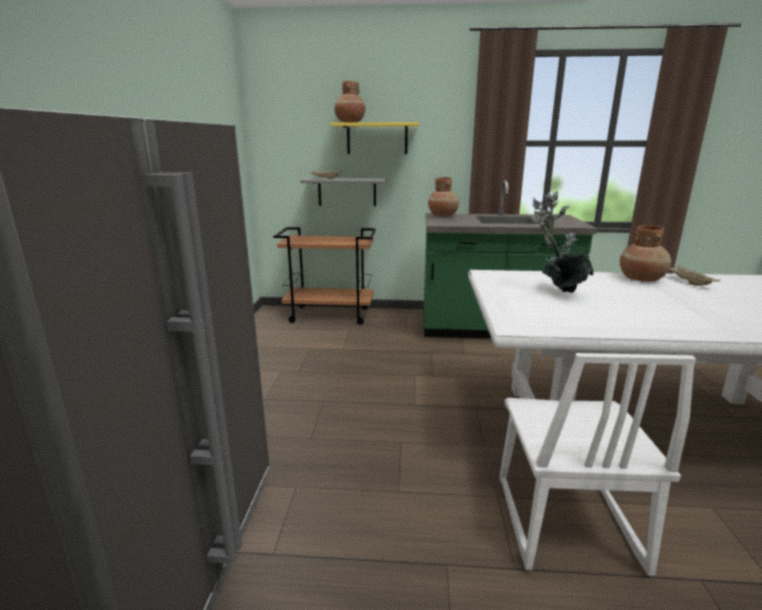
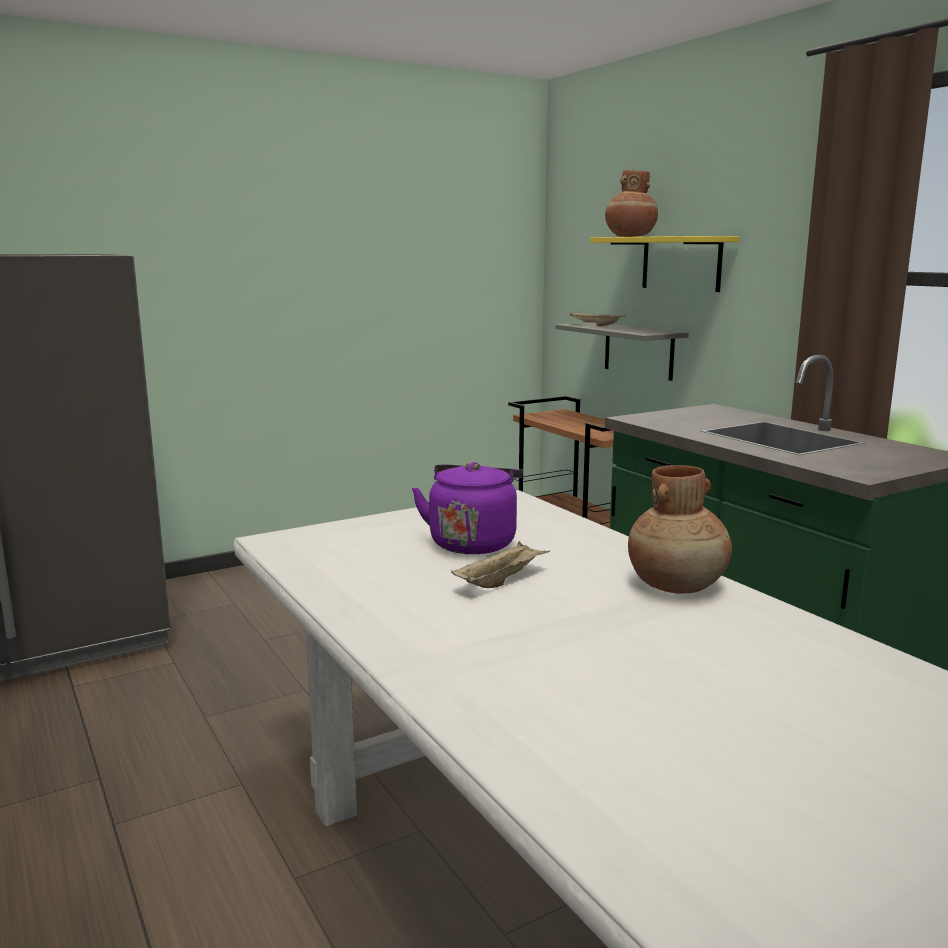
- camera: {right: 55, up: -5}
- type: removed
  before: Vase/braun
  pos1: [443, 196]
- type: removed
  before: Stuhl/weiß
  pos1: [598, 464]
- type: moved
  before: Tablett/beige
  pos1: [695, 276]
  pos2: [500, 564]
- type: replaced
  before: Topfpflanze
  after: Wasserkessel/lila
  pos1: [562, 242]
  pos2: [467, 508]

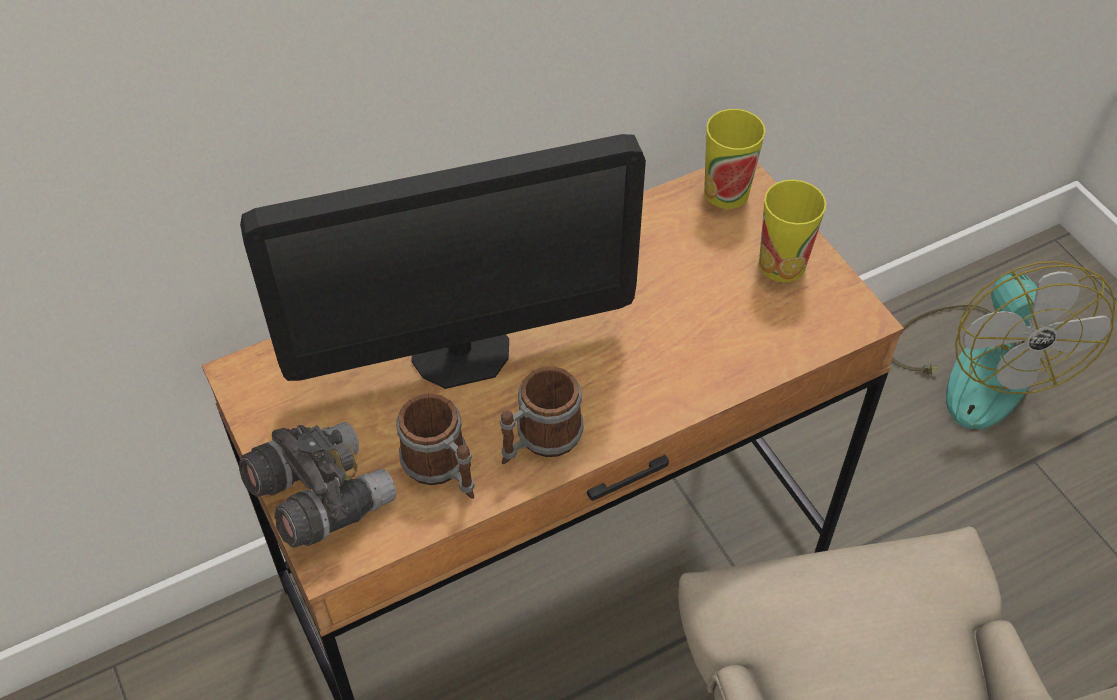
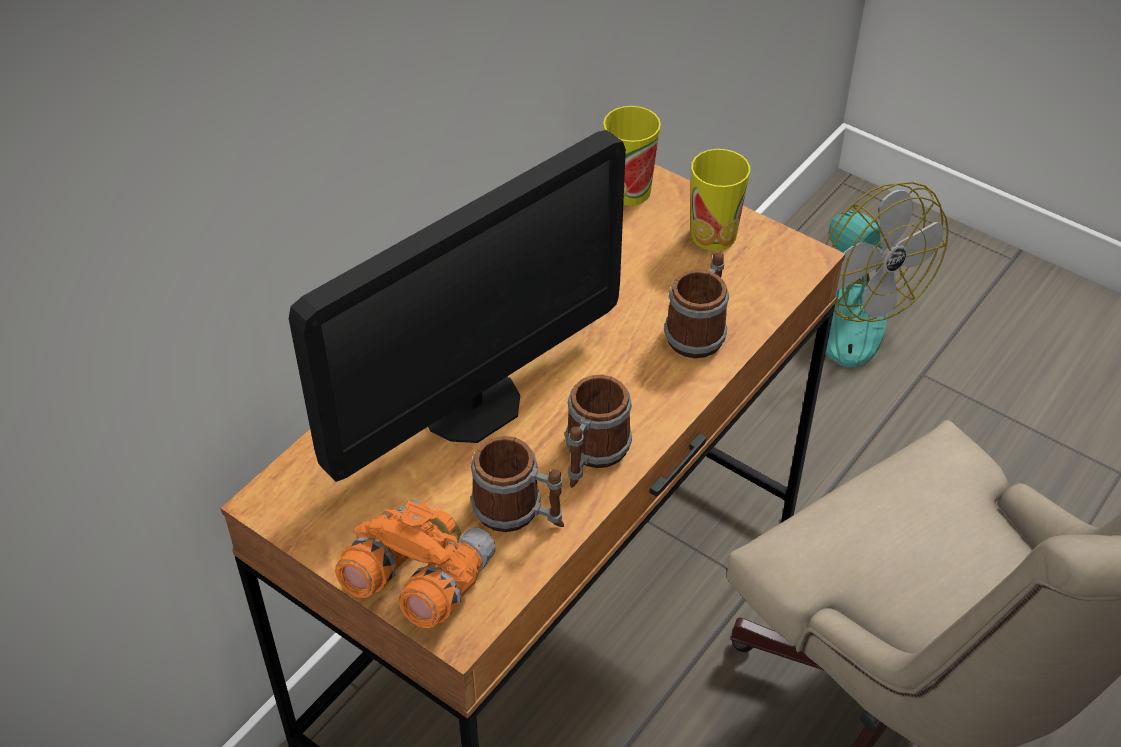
- camera: {right: -25, up: -5}
- type: added
  after: Henkelbecher
  pos2: [696, 305]
- type: recoloured
  before: Fernglas/grau
  after: Fernglas/orange
  pos1: [317, 485]
  pos2: [415, 564]

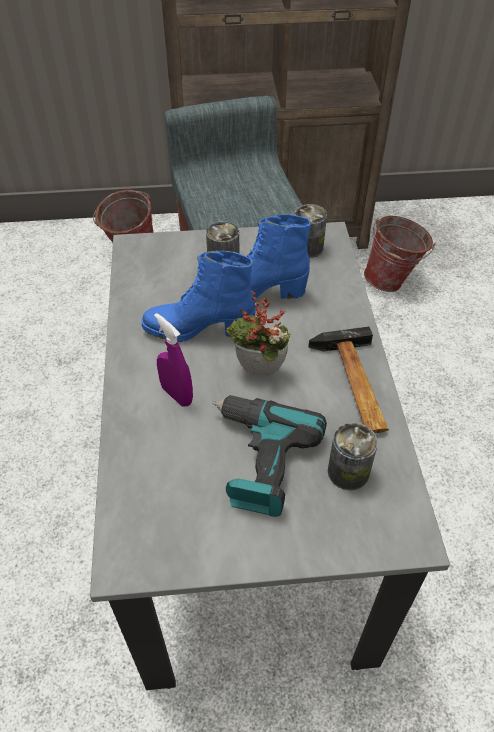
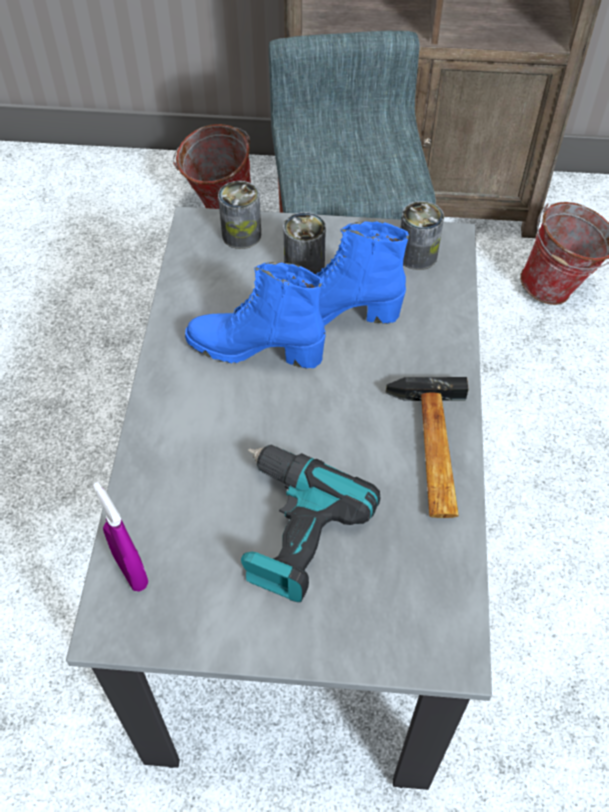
- camera: {right: 10, up: 5}
- type: removed
  before: Topfpflanze
  pos1: [258, 332]
- type: moved
  before: Sprühflasche/lila
  pos1: [173, 360]
  pos2: [120, 537]
- type: moved
  before: Dose
  pos1: [353, 456]
  pos2: [239, 215]

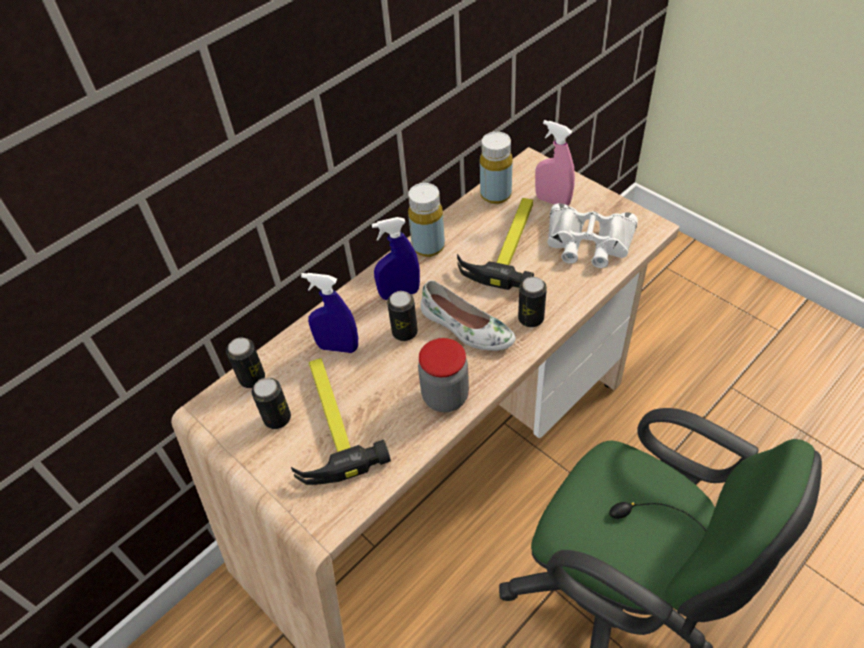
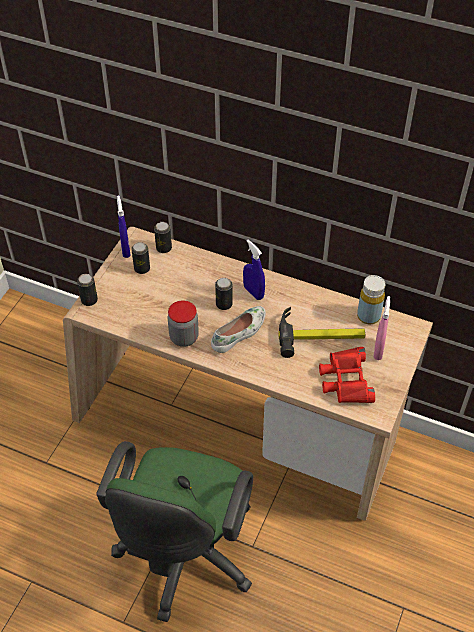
- camera: {right: 65, up: 0}
- type: removed
  before: Hammer
  pos1: [341, 421]
- type: removed
  before: Flasche/gelb
  pos1: [426, 220]
- type: moved
  before: Sprühflasche/blau
  pos1: [329, 313]
  pos2: [124, 226]
- type: moved
  before: Dose
  pos1: [532, 302]
  pos2: [87, 290]
- type: recoloured
  before: Fernglas/weiß
  after: Fernglas/rot
  pos1: [592, 235]
  pos2: [347, 375]
- type: turned
  before: Schuh/weiß
  pos1: [468, 315]
  pos2: [238, 329]
  turn: -150

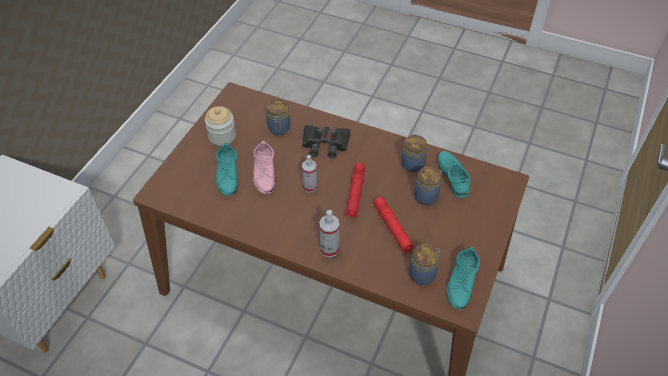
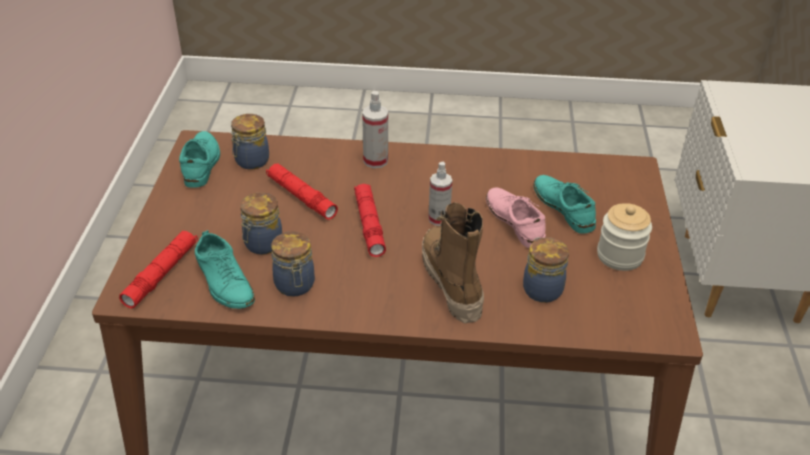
- camera: {right: 160, up: -10}
- type: added
  after: Taschenlampe/rot
  pos2: [158, 270]
- type: replaced
  before: Fernglas/schwarz
  after: Stiefel
  pos1: [326, 141]
  pos2: [453, 262]

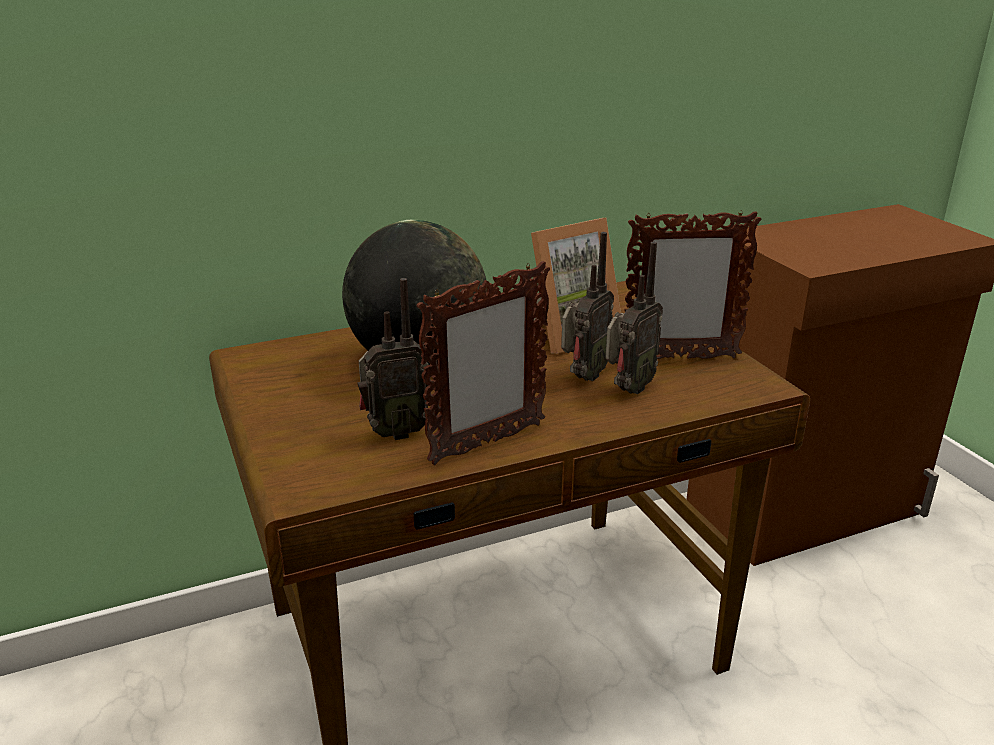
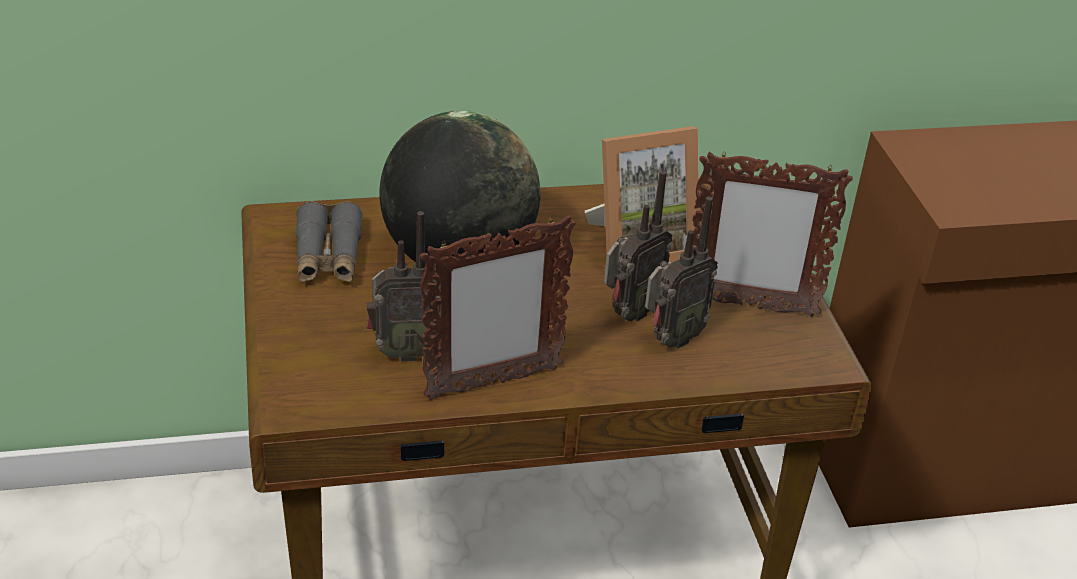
- camera: {right: 10, up: 10}
- type: added
  after: Fernglas/grau
  pos2: [329, 241]

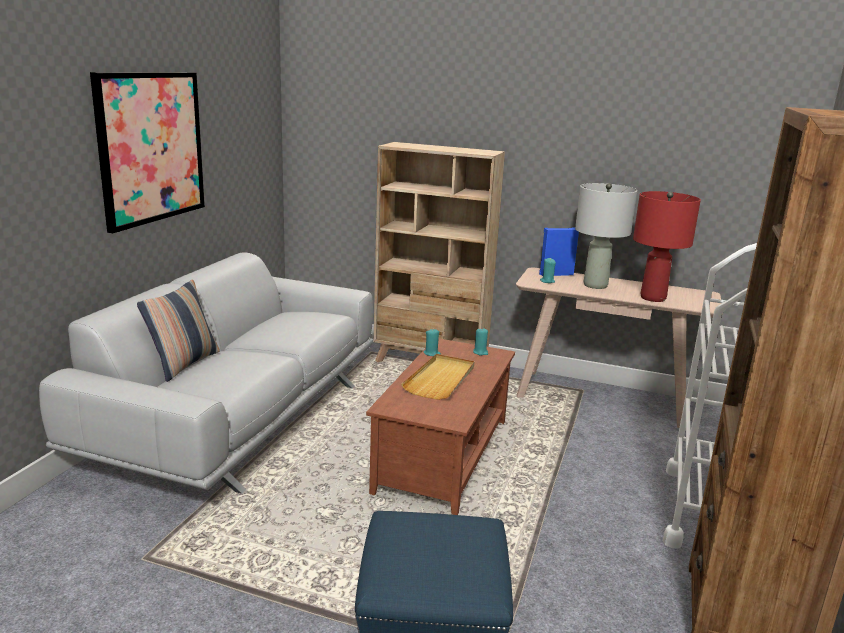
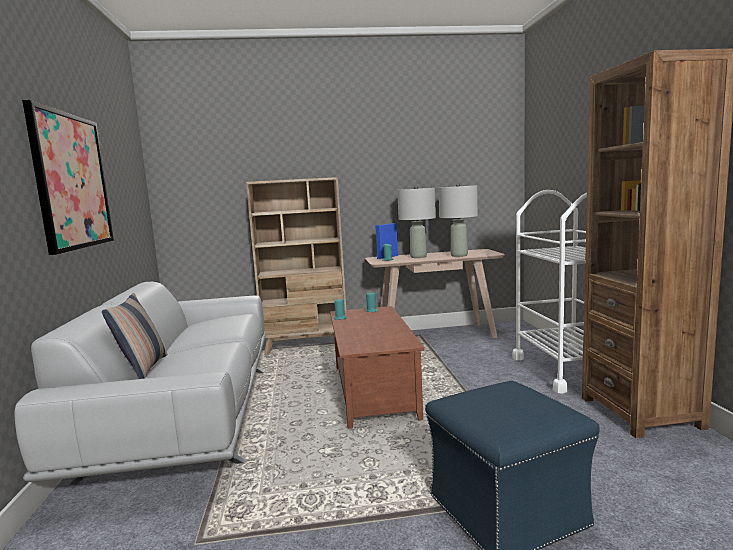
- camera: {right: -25, up: -10}
- type: removed
  before: Tablett/beige
  pos1: [438, 377]
- type: recoloured
  before: Tischlampe/rot
  after: Tischlampe/grau
  pos1: [667, 246]
  pos2: [458, 220]

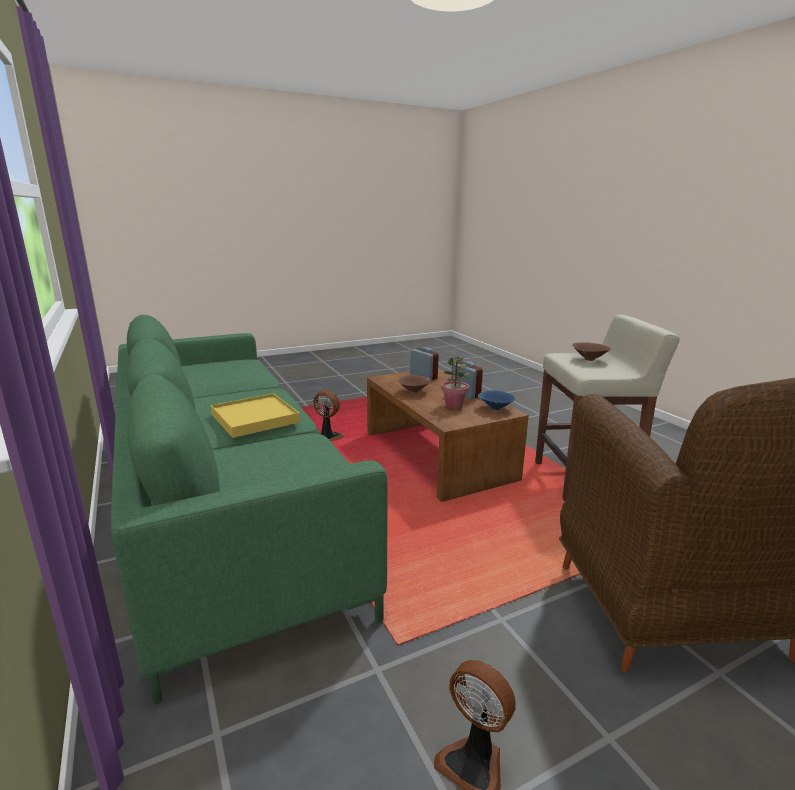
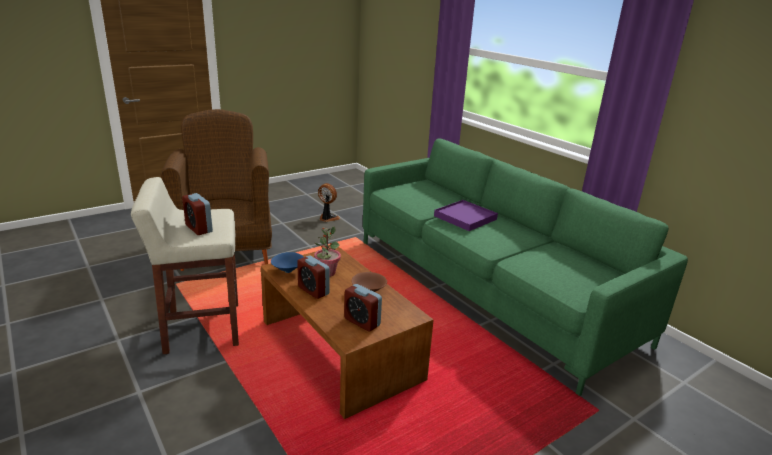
- camera: {right: 170, up: 5}
- type: removed
  before: Ventilator
  pos1: [328, 415]
- type: replaced
  before: Schüssel/braun
  after: Wecker
  pos1: [591, 351]
  pos2: [197, 214]
- type: recoloured
  before: Tablett/gelb
  after: Tablett/lila
  pos1: [255, 415]
  pos2: [466, 215]

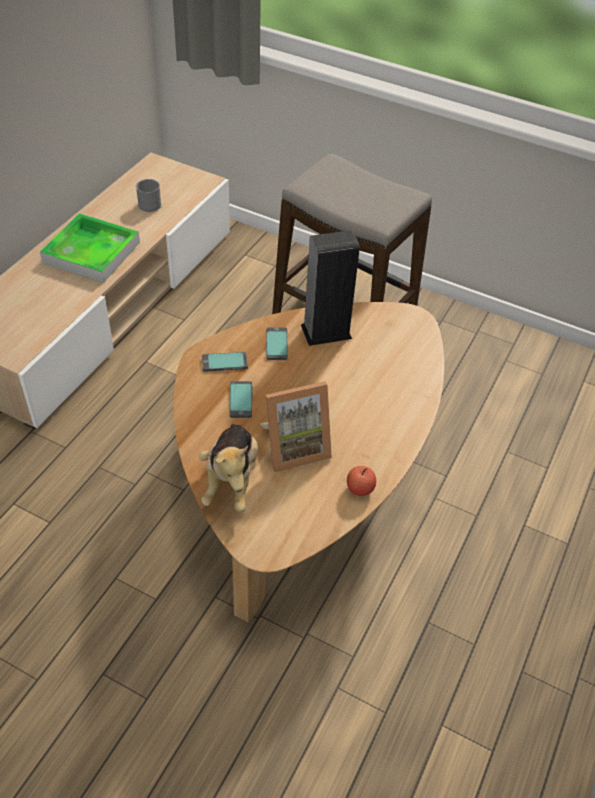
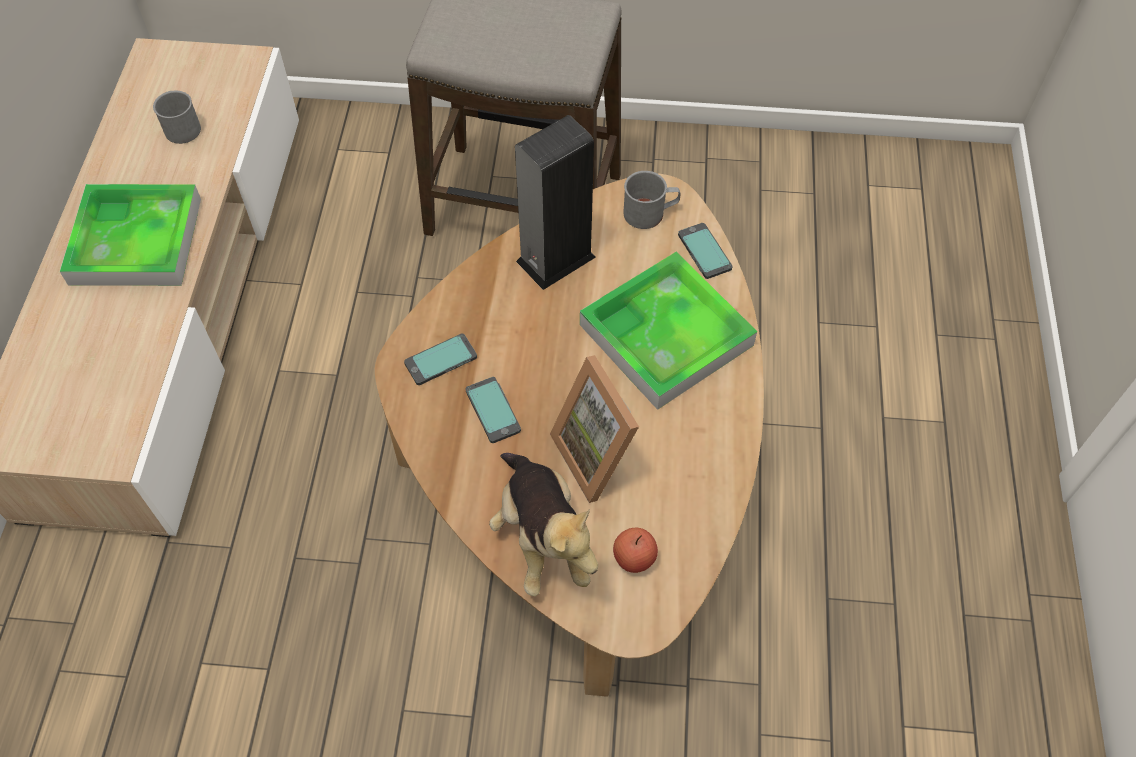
- camera: {right: -20, up: 10}
- type: added
  after: Tablett
  pos2: [668, 331]
- type: added
  after: Henkelbecher/grau
  pos2: [652, 200]
- type: moved
  before: Handy
  pos1: [277, 343]
  pos2: [705, 251]
- type: moved
  before: Apfel
  pos1: [361, 481]
  pos2: [635, 550]
- type: turned
  before: Bilderrahmen
  pos1: [296, 426]
  pos2: [594, 429]
  turn: 105

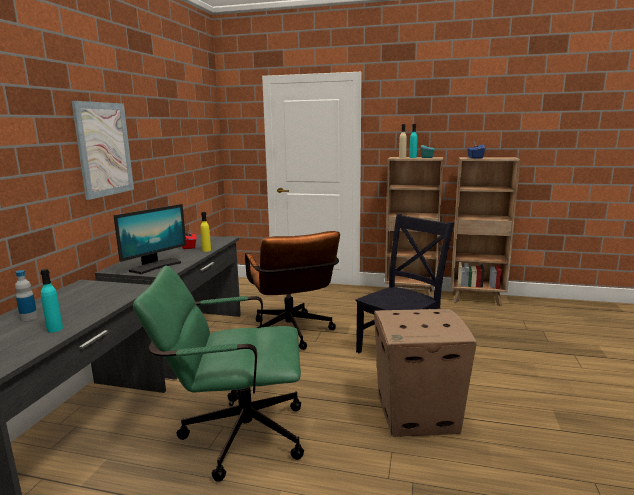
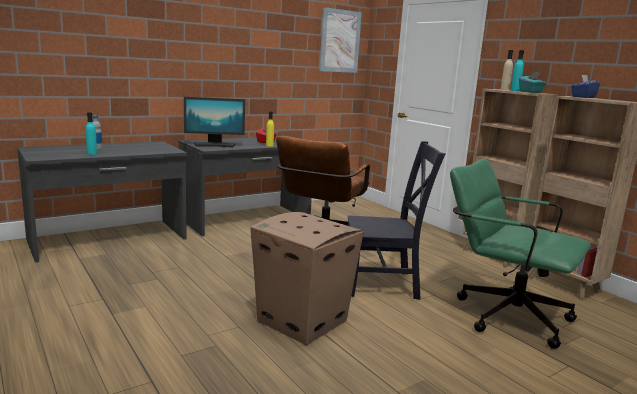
- camera: {right: 40, up: 0}
- type: moved
  before: Bild
  pos1: [102, 150]
  pos2: [340, 40]
- type: moved
  before: Bürostuhl/grün
  pos1: [218, 374]
  pos2: [520, 253]

